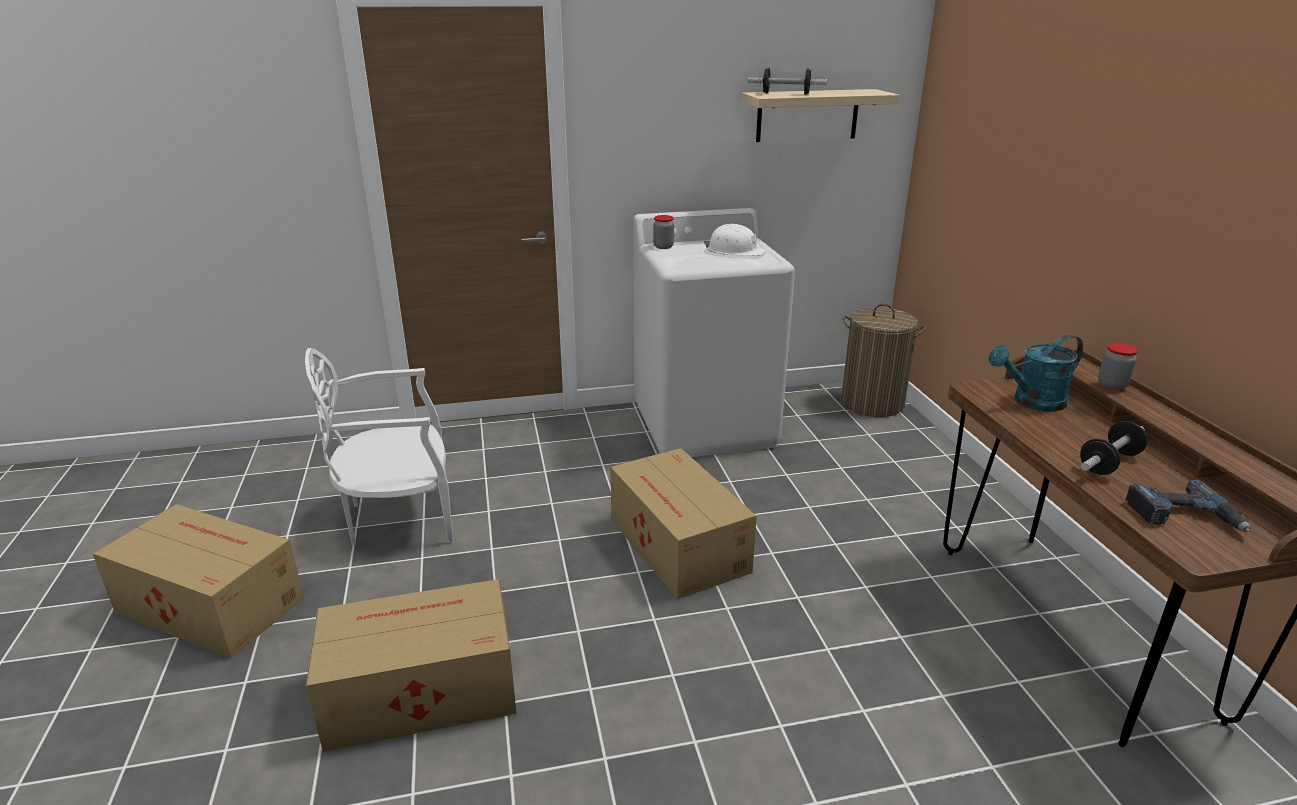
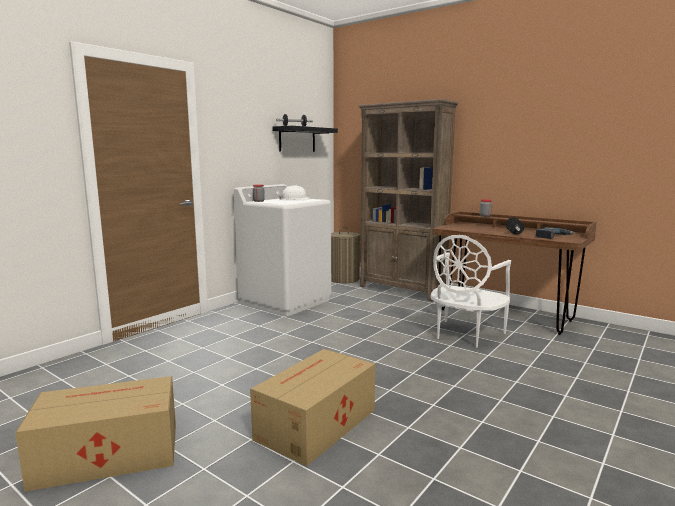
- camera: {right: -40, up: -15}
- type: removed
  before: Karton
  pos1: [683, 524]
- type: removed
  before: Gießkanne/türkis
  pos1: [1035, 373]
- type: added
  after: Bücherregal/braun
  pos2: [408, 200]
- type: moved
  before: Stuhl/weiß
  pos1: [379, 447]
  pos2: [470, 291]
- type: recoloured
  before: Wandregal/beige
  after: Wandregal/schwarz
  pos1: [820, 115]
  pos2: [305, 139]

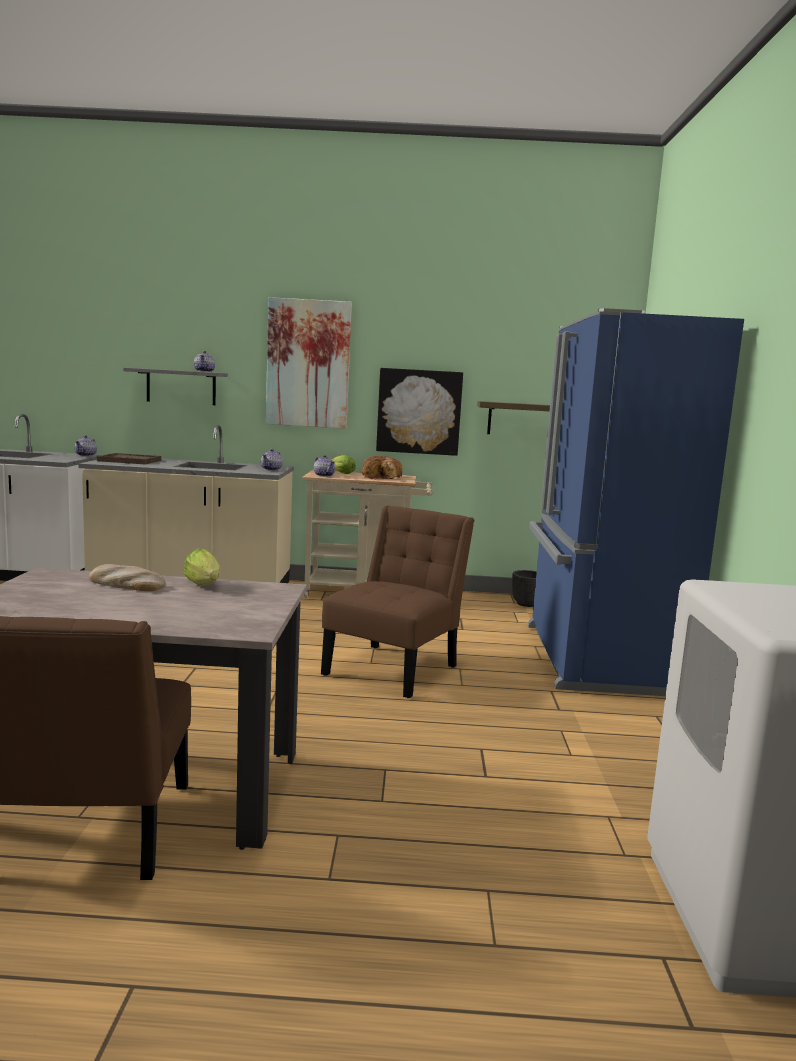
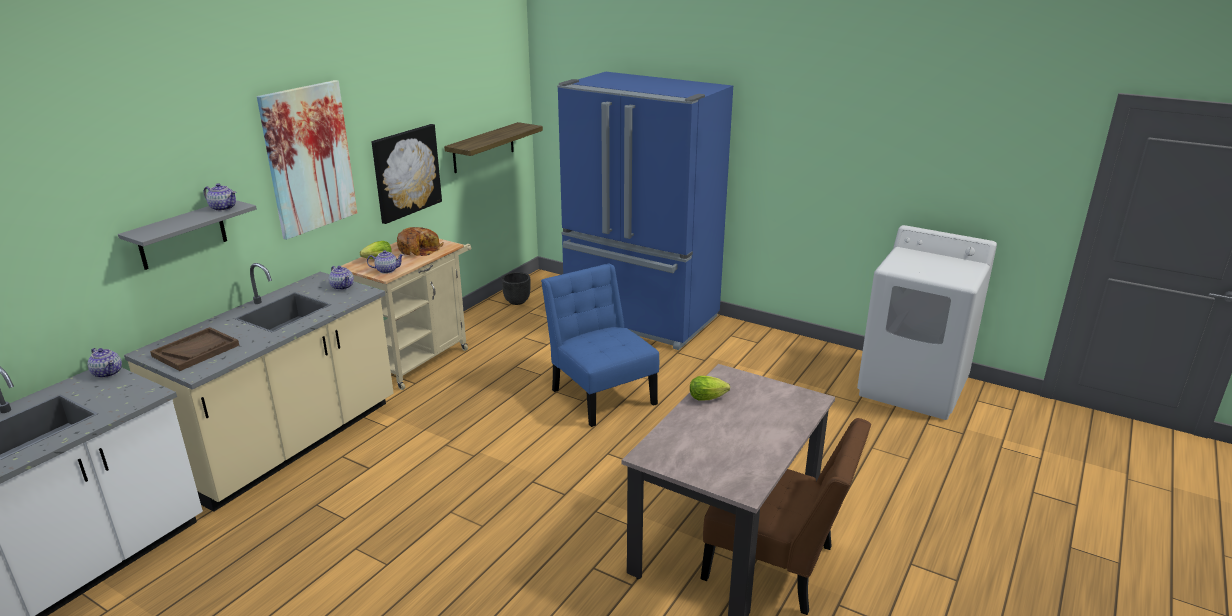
- camera: {right: -60, up: 15}
- type: removed
  before: Brot
  pos1: [127, 577]
- type: recoloured
  before: Stuhl/braun
  after: Stuhl/blau
  pos1: [397, 602]
  pos2: [600, 345]

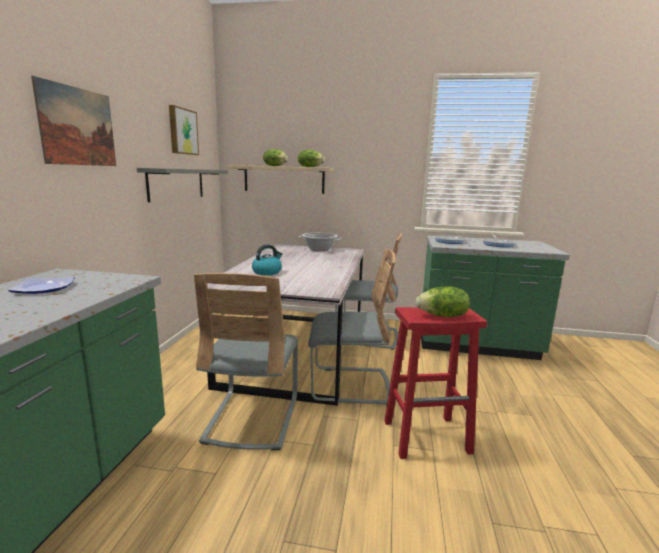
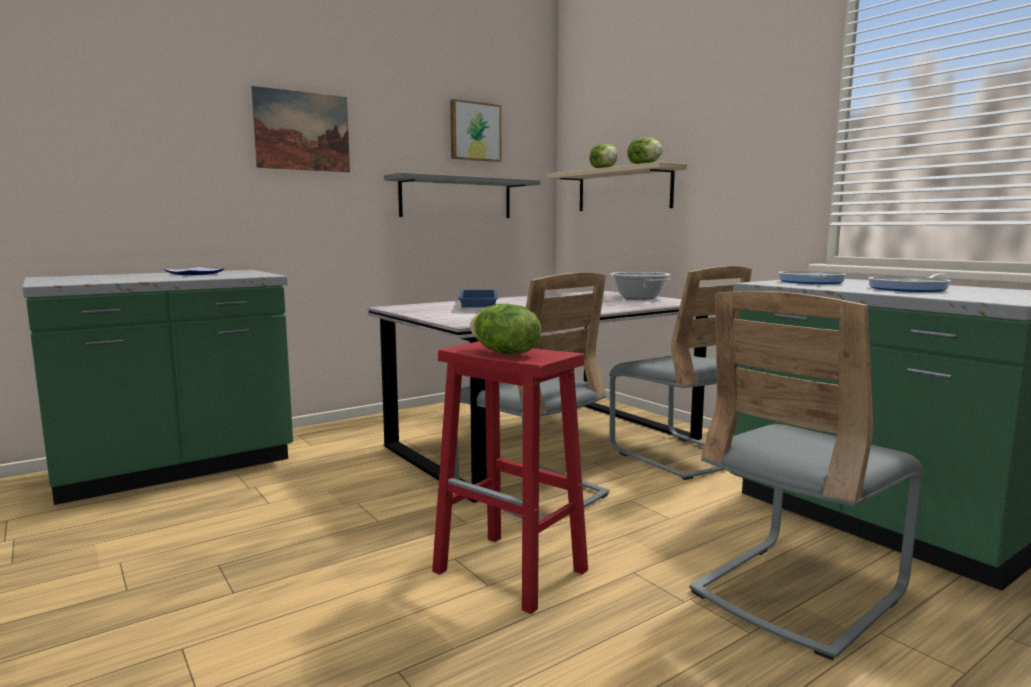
- camera: {right: 45, up: -5}
- type: moved
  before: Stuhl/grau
  pos1: [246, 361]
  pos2: [806, 475]
- type: replaced
  before: Wasserkessel
  after: Tablett/blau
  pos1: [267, 259]
  pos2: [478, 299]

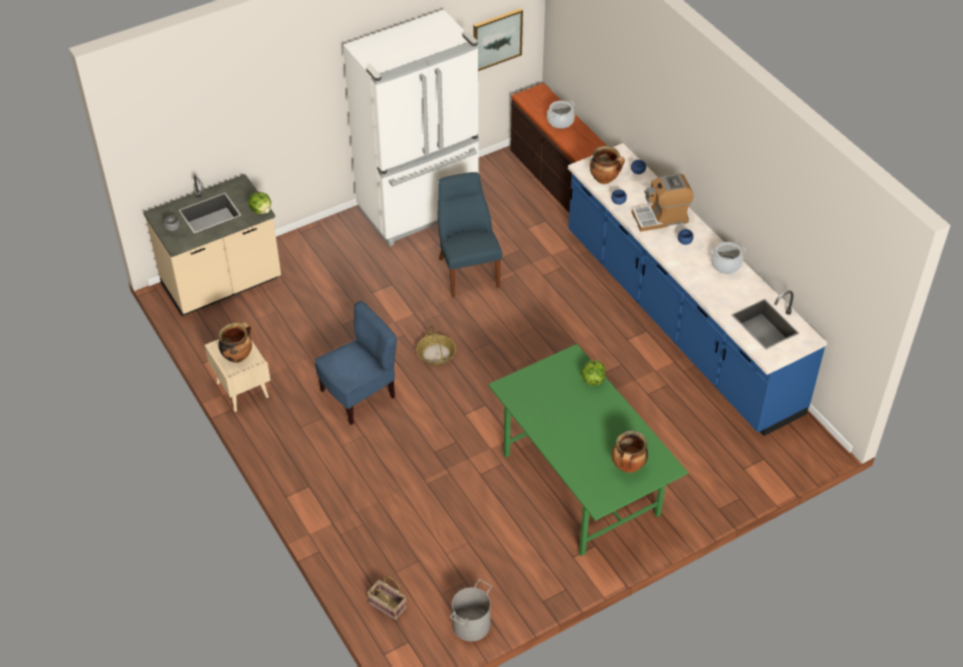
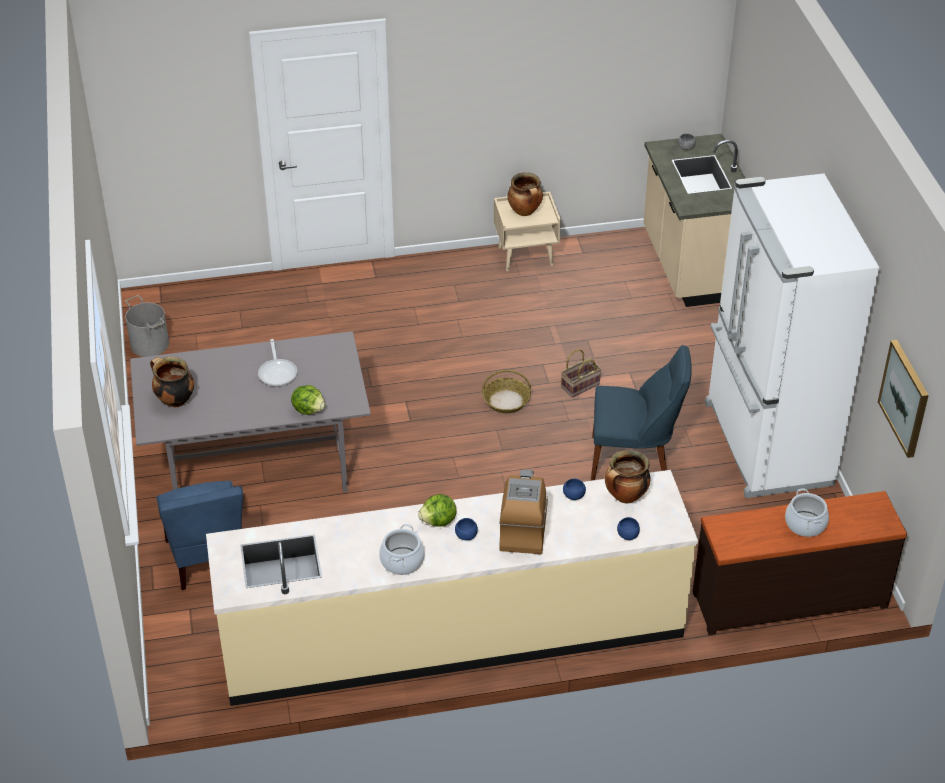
- camera: {right: 110, up: -5}
- type: added
  after: Pfanne
  pos2: [277, 363]
- type: moved
  before: Salatkopf
  pos1: [259, 203]
  pos2: [437, 510]
- type: moved
  before: Stuhl/blau
  pos1: [356, 363]
  pos2: [199, 535]
- type: moved
  before: Korb
  pos1: [386, 598]
  pos2: [581, 373]
- type: recoloured
  before: Esstisch/grün
  after: Esstisch/grau
  pos1: [588, 450]
  pos2: [250, 411]
- type: recoloured
  before: Küchenzeile/blau
  after: Küchenzeile/beige
  pos1: [697, 289]
  pos2: [452, 588]

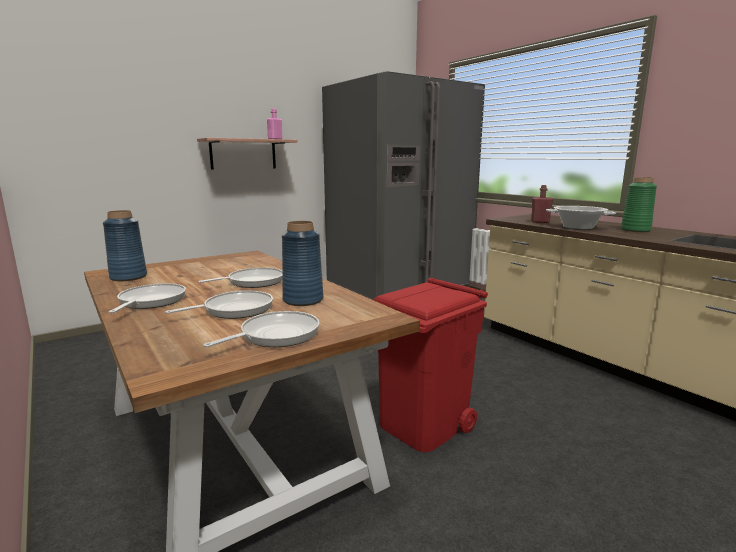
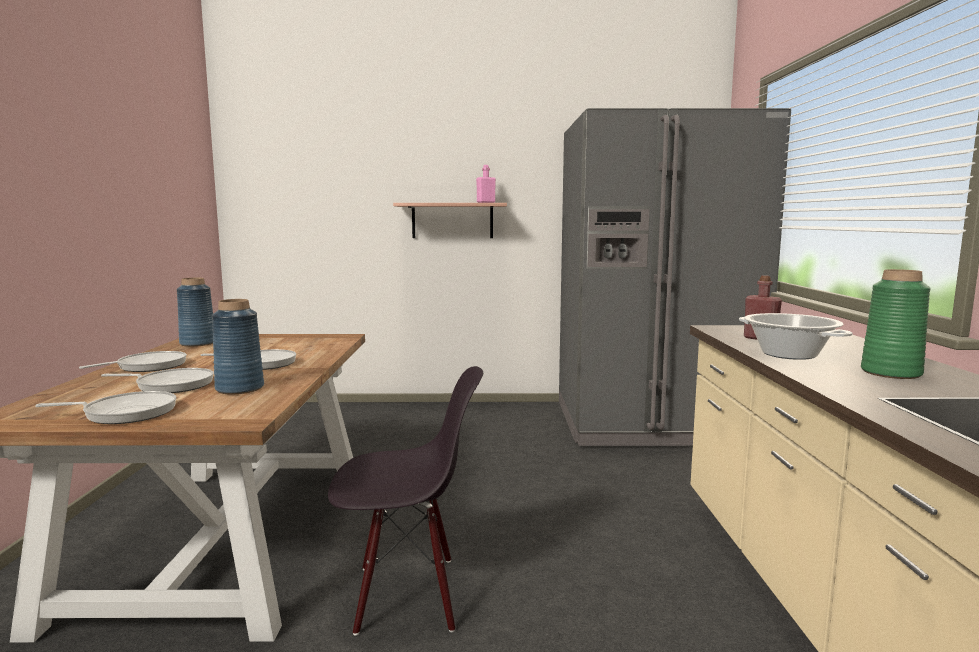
- camera: {right: 35, up: -5}
- type: replaced
  before: Mülleimer/rot
  after: Stuhl/schwarz
  pos1: [431, 365]
  pos2: [405, 500]

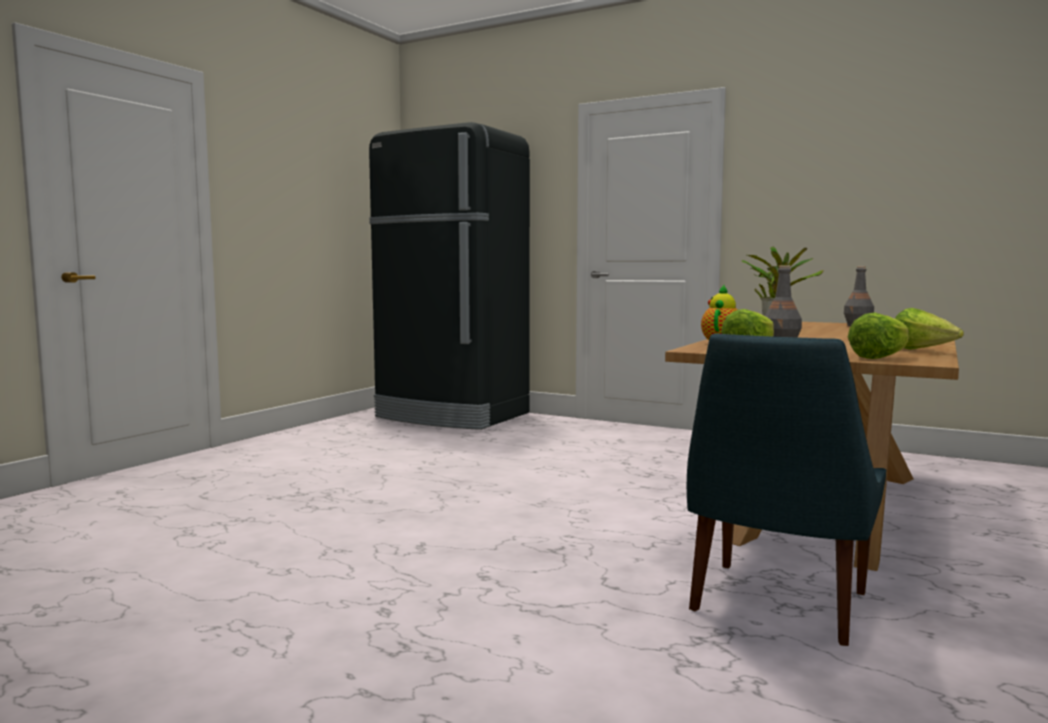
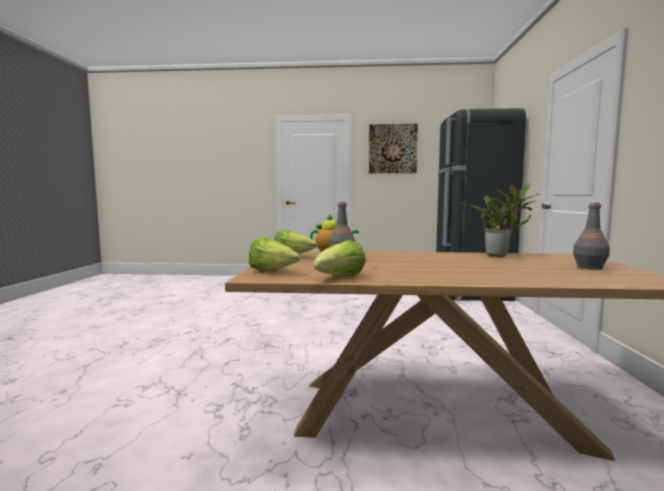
- camera: {right: 65, up: 0}
- type: removed
  before: Stuhl/blau
  pos1: [786, 490]
- type: added
  after: Bild
  pos2: [393, 148]

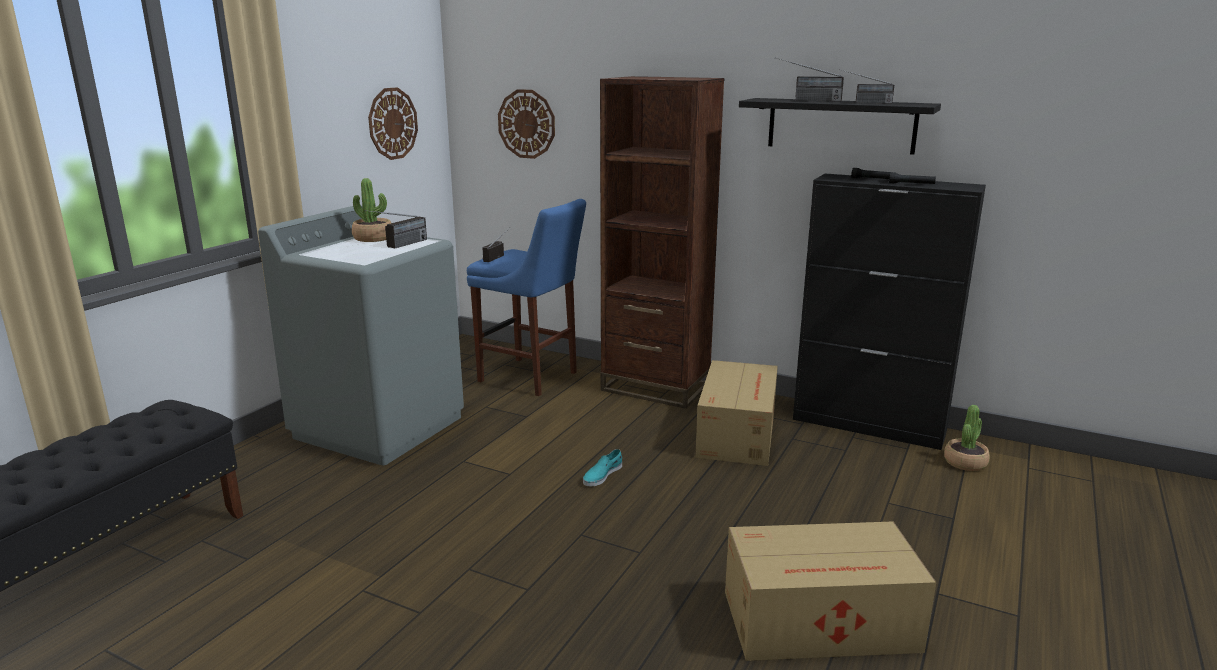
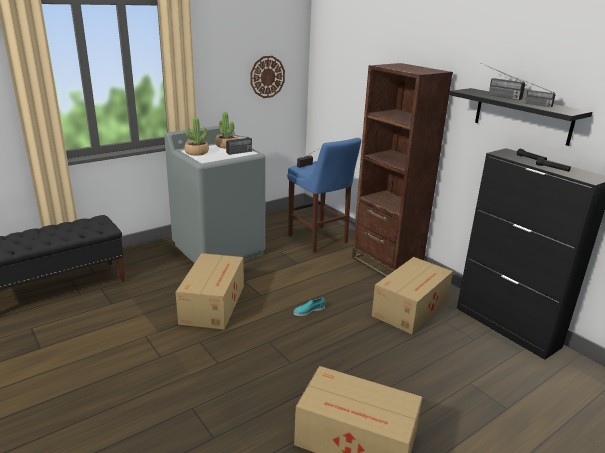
- camera: {right: 25, up: 5}
- type: removed
  before: Wanduhr
  pos1: [526, 124]
- type: added
  after: Karton
  pos2: [210, 291]
- type: moved
  before: Topfpflanze
  pos1: [967, 438]
  pos2: [197, 136]

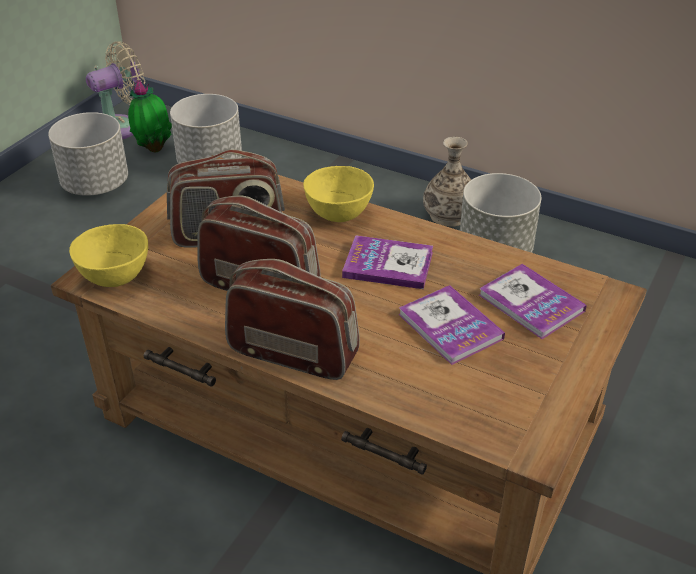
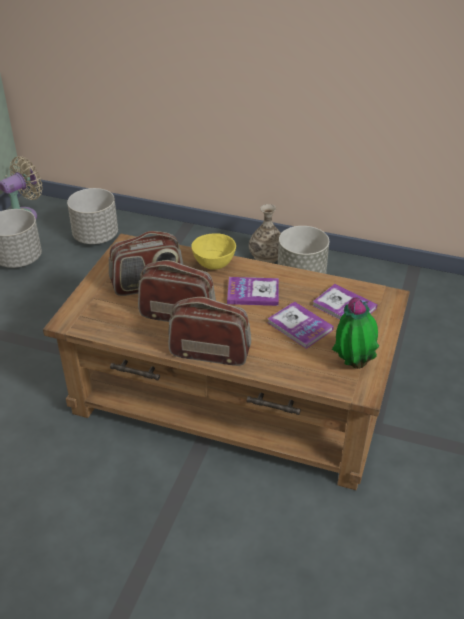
- camera: {right: -10, up: 0}
- type: removed
  before: Schüssel/gelb
  pos1: [108, 255]
- type: moved
  before: Topfpflanze
  pos1: [150, 116]
  pos2: [355, 333]

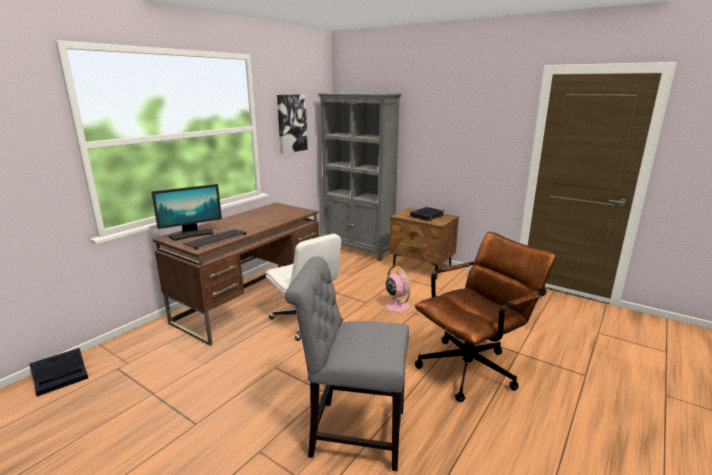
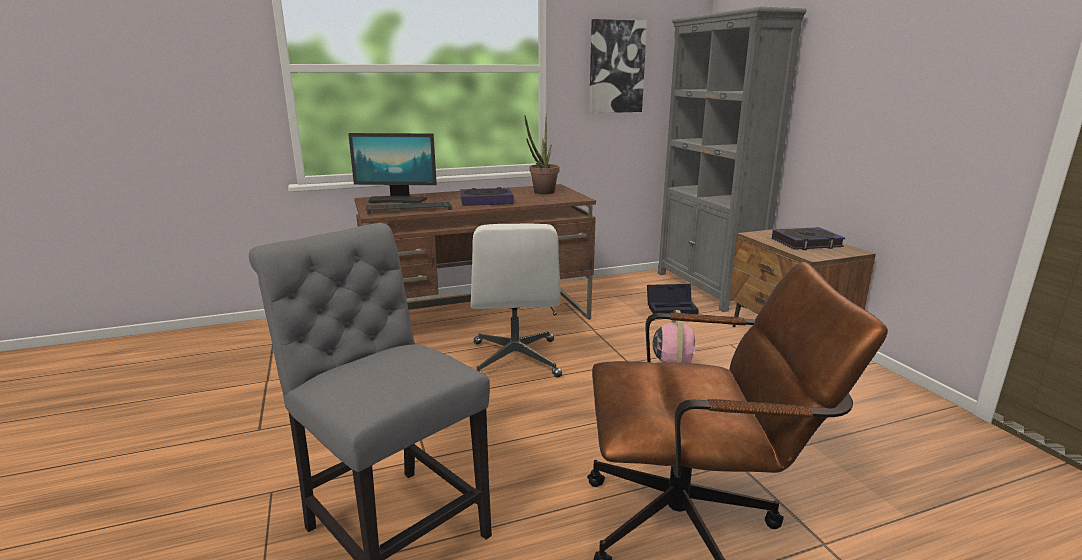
- camera: {right: 35, up: 0}
- type: added
  after: Buch
  pos2: [487, 196]
- type: added
  after: Topfpflanze
  pos2: [542, 155]
- type: moved
  before: Aufbewahrungsbox/schwarz
  pos1: [58, 372]
  pos2: [673, 299]

